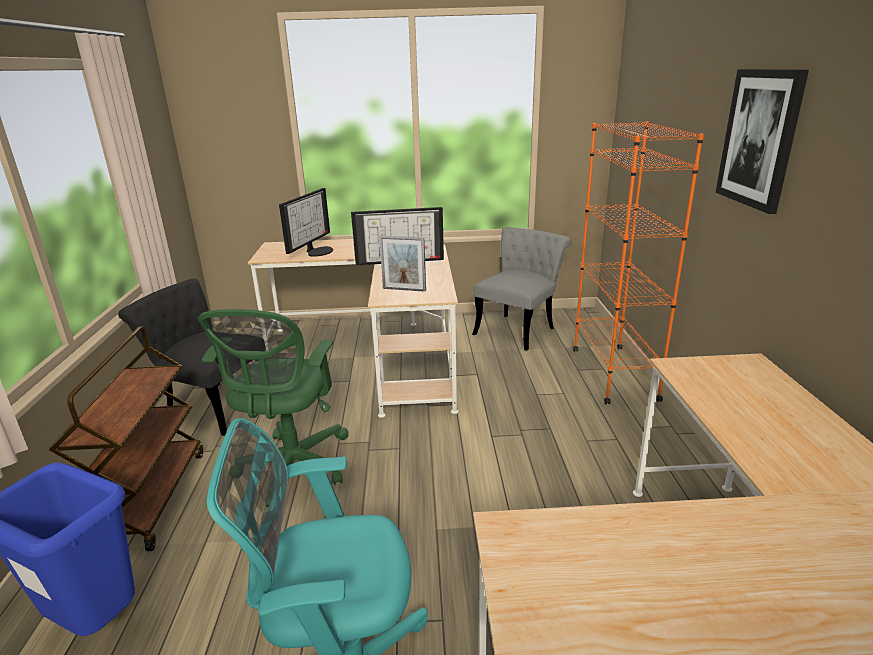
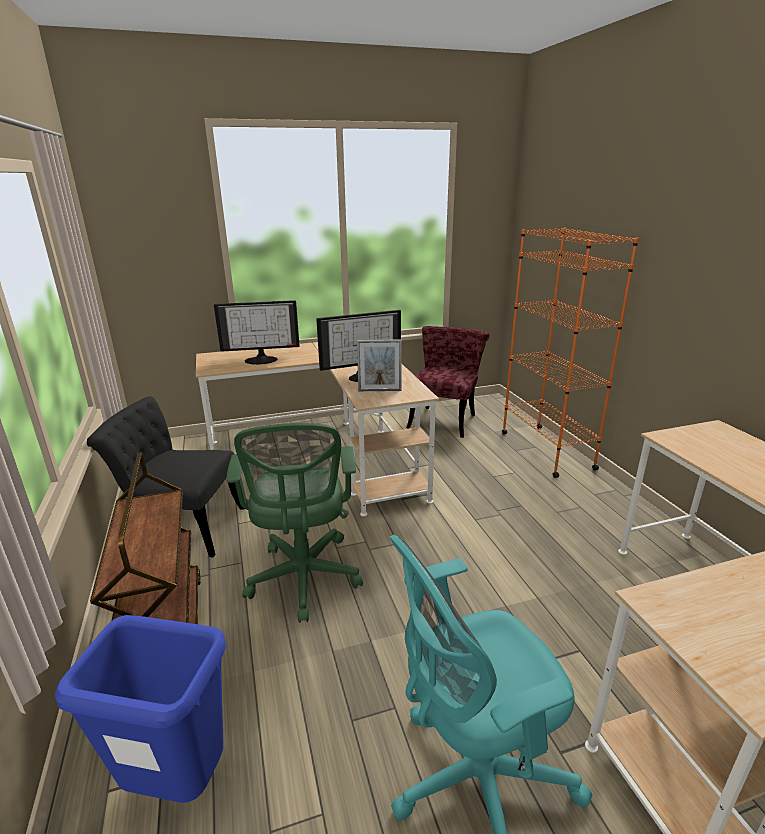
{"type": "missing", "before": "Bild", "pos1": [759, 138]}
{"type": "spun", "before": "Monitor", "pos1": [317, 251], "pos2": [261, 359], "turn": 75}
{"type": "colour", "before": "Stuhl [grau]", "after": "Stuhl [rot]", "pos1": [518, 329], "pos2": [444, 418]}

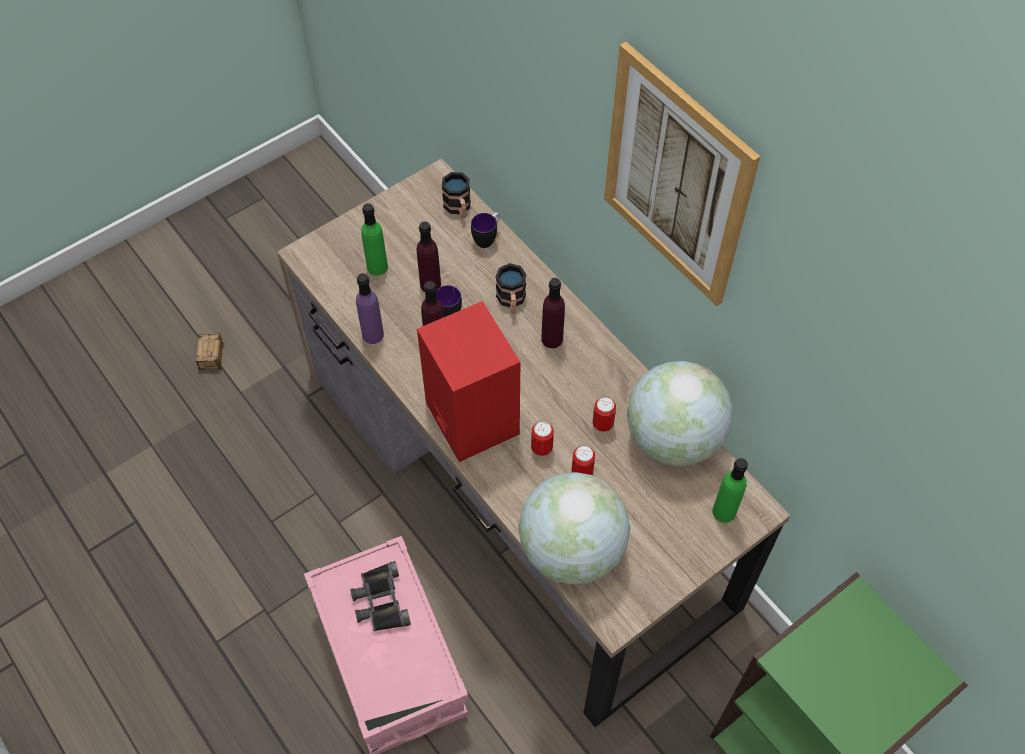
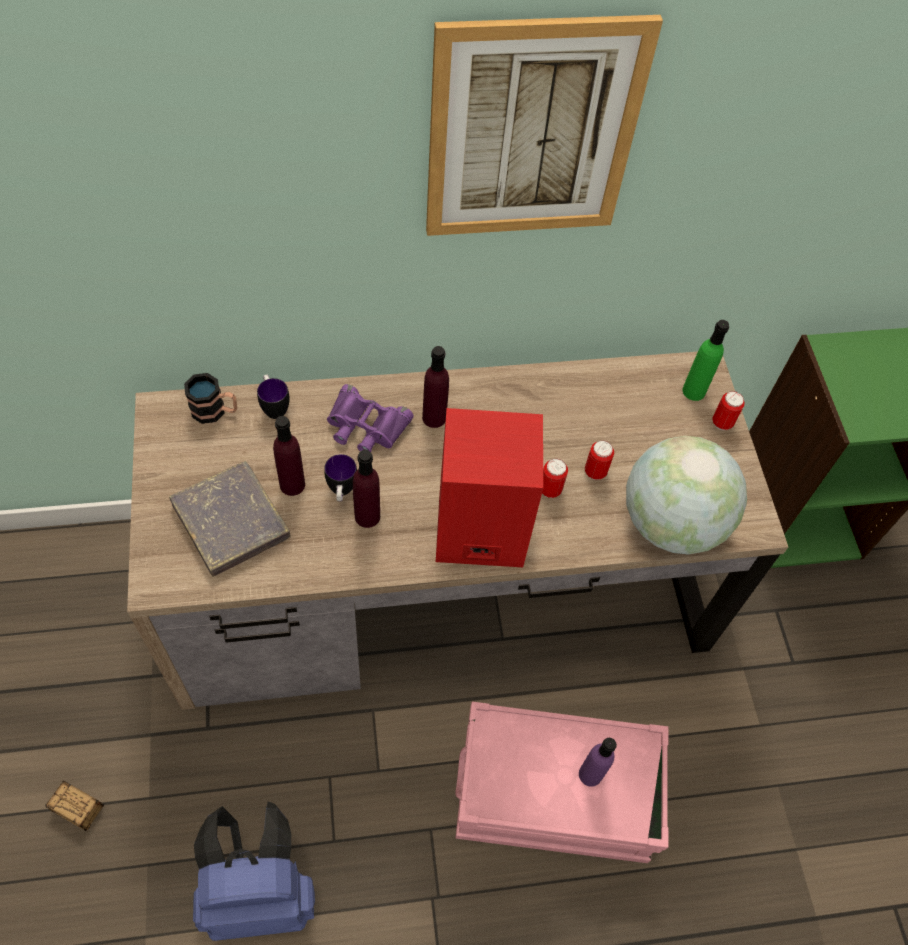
{"type": "exchanged", "before": "Flasche [grün]", "after": "Buch [grau]", "pos1": [377, 267], "pos2": [231, 521]}
{"type": "exchanged", "before": "Henkelbecher", "after": "Fernglas [lila]", "pos1": [511, 301], "pos2": [365, 426]}
{"type": "relocated", "before": "Flasche [lila]", "pos1": [373, 335], "pos2": [590, 774]}
{"type": "missing", "before": "Globus", "pos1": [673, 438]}
{"type": "relocated", "before": "Dose", "pos1": [602, 424], "pos2": [722, 423]}
{"type": "missing", "before": "Fernglas [schwarz]", "pos1": [380, 601]}
{"type": "appeared", "after": "Rucksack [blau]", "pos2": [260, 892]}

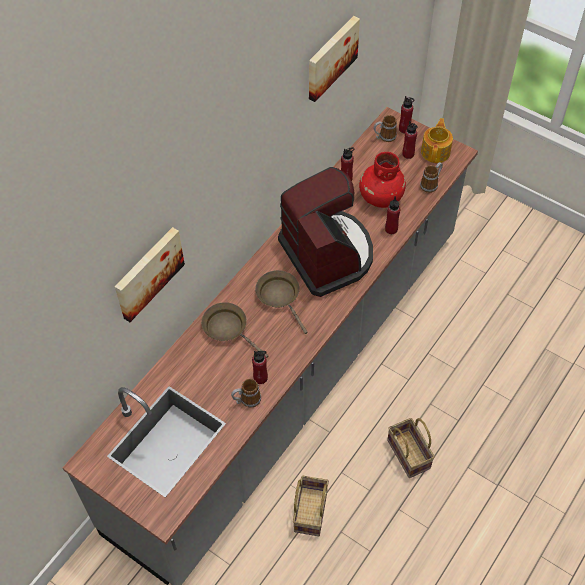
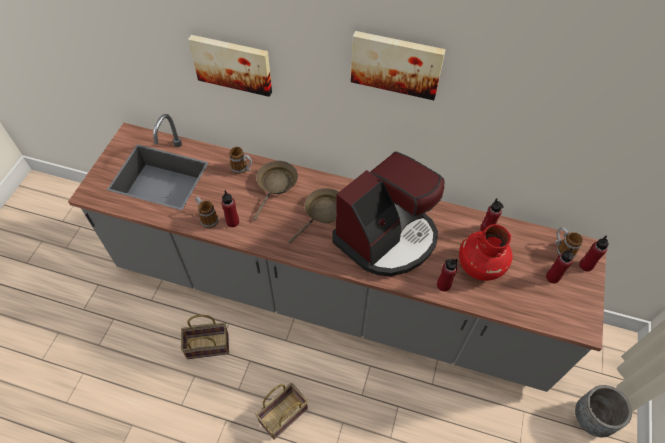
{"type": "relocated", "before": "Bild", "pos1": [331, 57], "pos2": [396, 63]}
{"type": "missing", "before": "Teekanne", "pos1": [436, 151]}
{"type": "relocated", "before": "Henkelbecher", "pos1": [431, 184], "pos2": [242, 168]}
{"type": "appeared", "after": "Pflanzkübel [grau]", "pos2": [591, 418]}

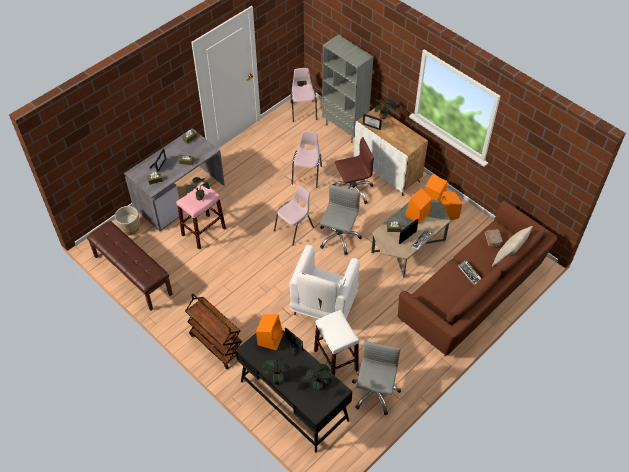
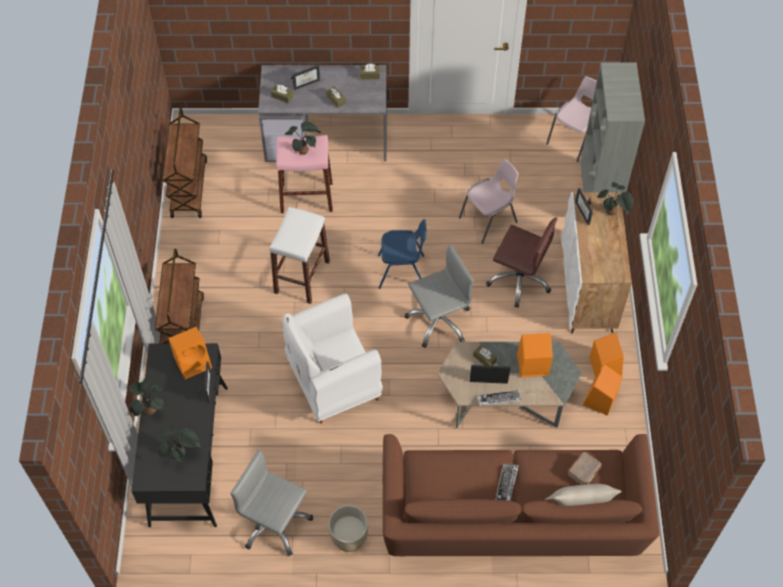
{"type": "colour", "before": "Stuhl [rosa]", "after": "Stuhl [blau]", "pos1": [294, 229], "pos2": [402, 272]}
{"type": "relocated", "before": "Pflanzkübel [beige]", "pos1": [130, 228], "pos2": [349, 537]}
{"type": "exchanged", "before": "Bank [braun]", "after": "Rollwagen [braun]", "pos1": [132, 275], "pos2": [188, 188]}
{"type": "relocated", "before": "Hocker [weiß]", "pos1": [336, 360], "pos2": [302, 277]}
{"type": "spun", "before": "Bürostuhl [grau]", "pos1": [374, 393], "pos2": [274, 523], "turn": -120}

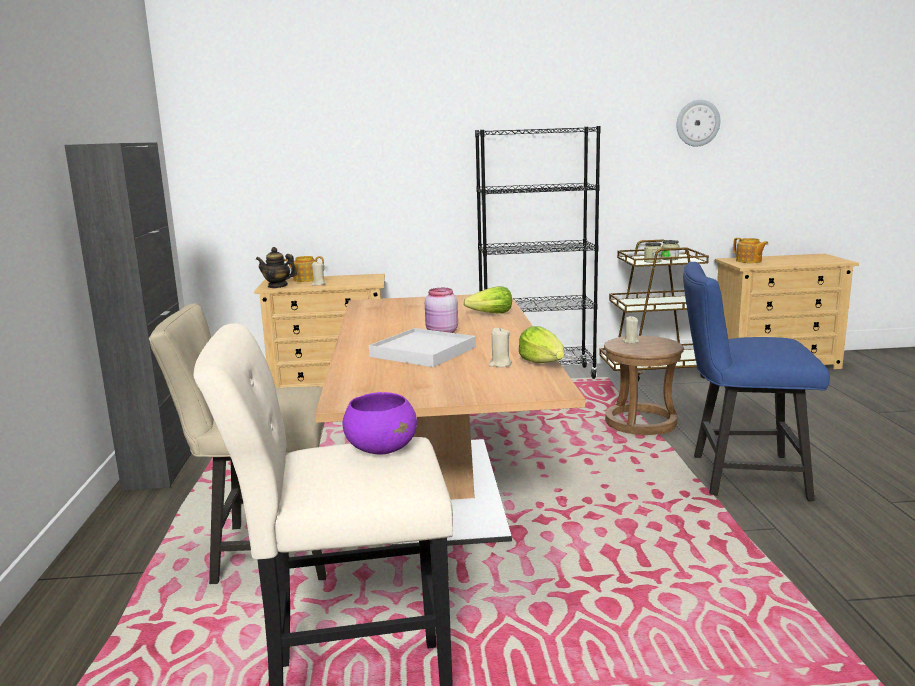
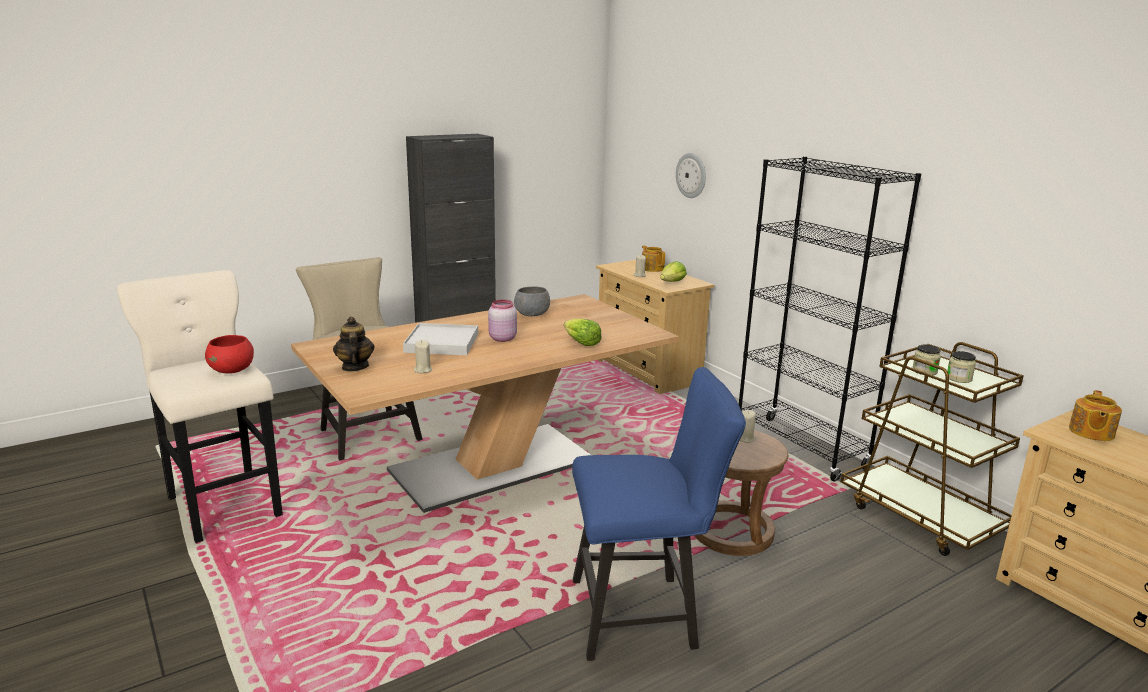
{"type": "relocated", "before": "Wanduhr", "pos1": [697, 123], "pos2": [691, 175]}
{"type": "relocated", "before": "Teekanne", "pos1": [277, 286], "pos2": [354, 367]}
{"type": "spun", "before": "Stuhl [blau]", "pos1": [739, 475], "pos2": [643, 614], "turn": 105}
{"type": "relocated", "before": "Salatkopf", "pos1": [543, 363], "pos2": [672, 282]}
{"type": "colour", "before": "Schüssel [lila]", "after": "Schüssel [rot]", "pos1": [381, 449], "pos2": [232, 370]}
{"type": "appeared", "after": "Schüssel [grau]", "pos2": [531, 314]}

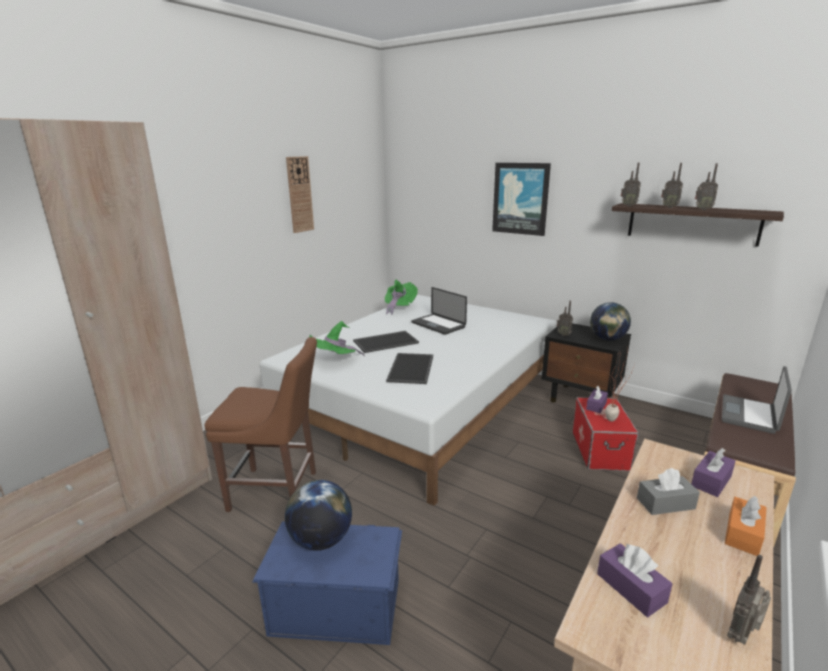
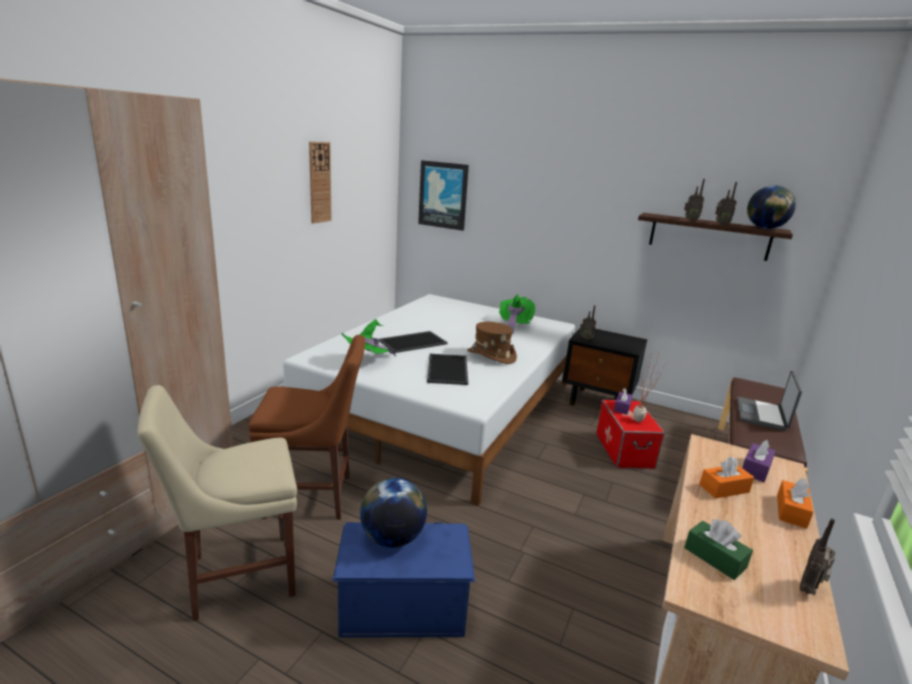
{"type": "relocated", "before": "Bild", "pos1": [520, 198], "pos2": [443, 195]}
{"type": "missing", "before": "Radio", "pos1": [628, 206]}
{"type": "relocated", "before": "Hut [grün]", "pos1": [399, 307], "pos2": [514, 325]}
{"type": "missing", "before": "Laptop", "pos1": [438, 325]}
{"type": "relocated", "before": "Globus", "pos1": [607, 339], "pos2": [765, 228]}
{"type": "colour", "before": "Taschentuchbox [grau]", "after": "Taschentuchbox [orange]", "pos1": [665, 503], "pos2": [724, 488]}
{"type": "colour", "before": "Taschentuchbox [lila]", "after": "Taschentuchbox [grün]", "pos1": [631, 588], "pos2": [715, 558]}
{"type": "appeared", "after": "Hut [braun]", "pos2": [491, 355]}
{"type": "appeared", "after": "Stuhl [beige]", "pos2": [236, 576]}

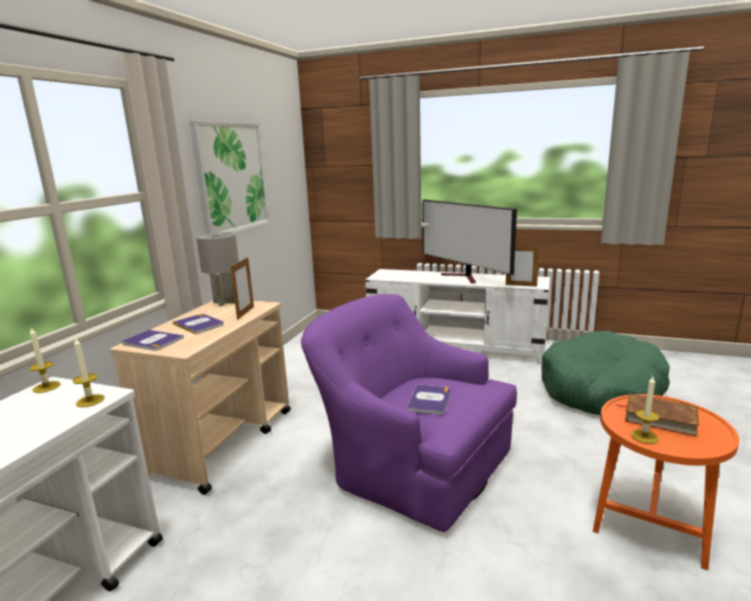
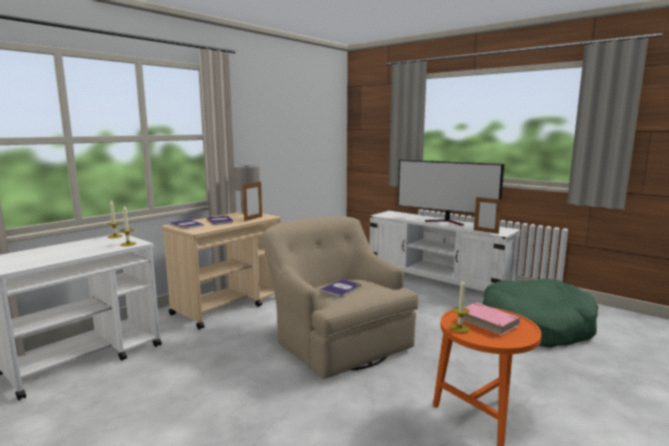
{"type": "missing", "before": "Bild", "pos1": [232, 177]}
{"type": "spun", "before": "Fernseher", "pos1": [464, 277], "pos2": [447, 222], "turn": -45}
{"type": "colour", "before": "Sessel [lila]", "after": "Sessel [beige]", "pos1": [410, 464], "pos2": [337, 341]}
{"type": "colour", "before": "Buch [braun]", "after": "Buch [rosa]", "pos1": [660, 418], "pos2": [487, 321]}

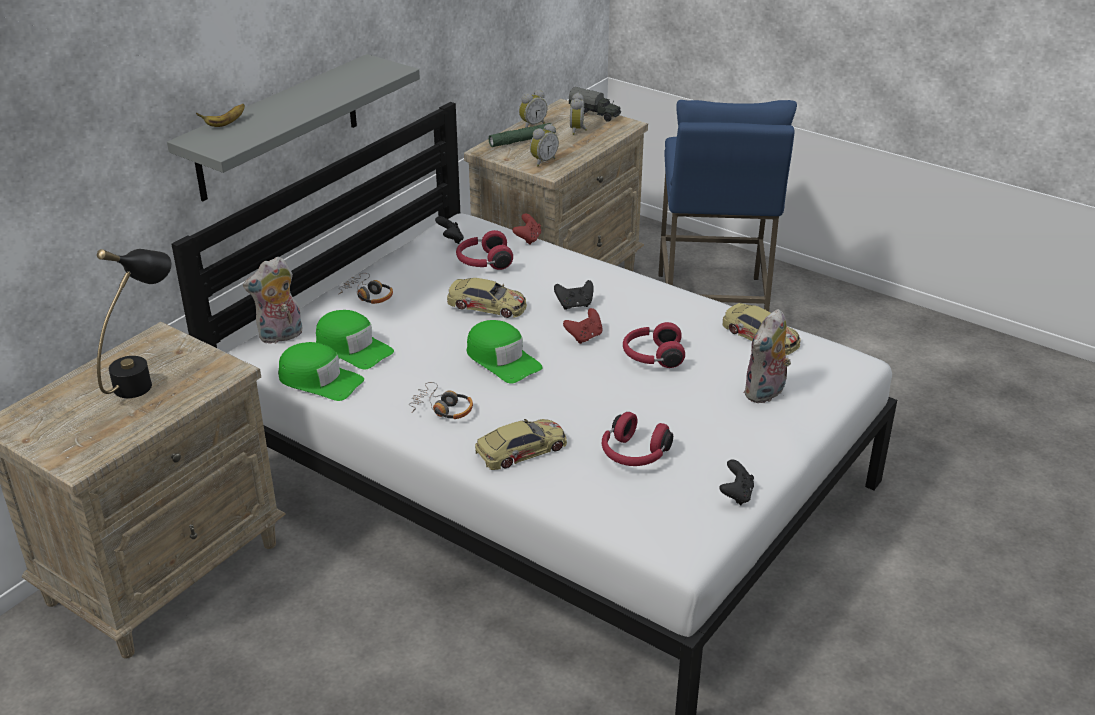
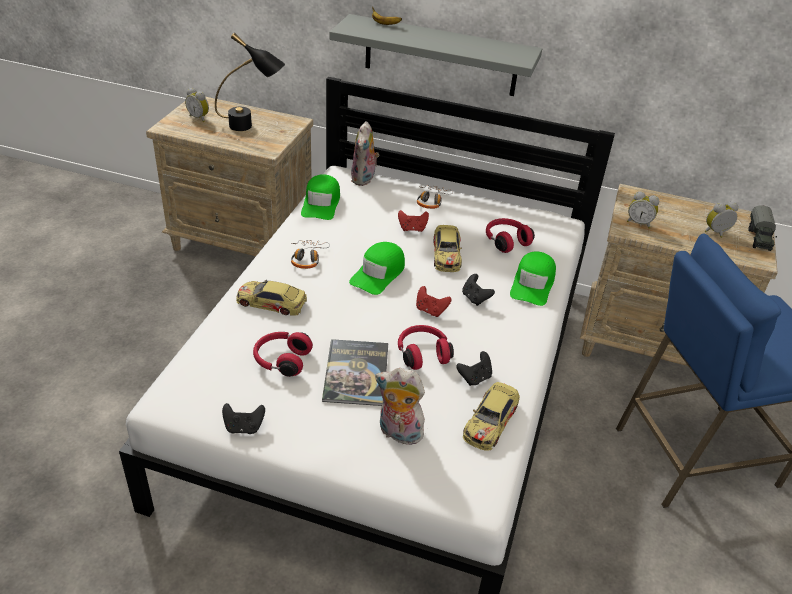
{"type": "relocated", "before": "Wecker", "pos1": [532, 125], "pos2": [199, 118]}
{"type": "missing", "before": "Taschenlampe [grün]", "pos1": [522, 140]}
{"type": "relocated", "before": "Gamepad [rot]", "pos1": [528, 239], "pos2": [412, 229]}
{"type": "relocated", "before": "Gamepad [schwarz]", "pos1": [450, 240], "pos2": [475, 378]}
{"type": "spun", "before": "Plüschtier", "pos1": [280, 336], "pos2": [364, 179], "turn": -120}
{"type": "relocated", "before": "Kappe [grün]", "pos1": [353, 347], "pos2": [533, 284]}
{"type": "spun", "before": "Spielzeugauto", "pos1": [521, 449], "pos2": [271, 302], "turn": 150}
{"type": "appeared", "after": "Buch", "pos2": [356, 373]}

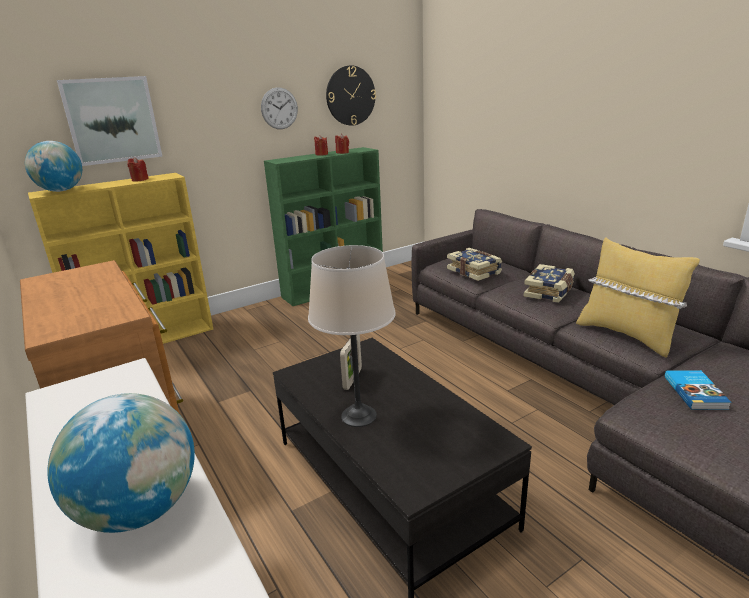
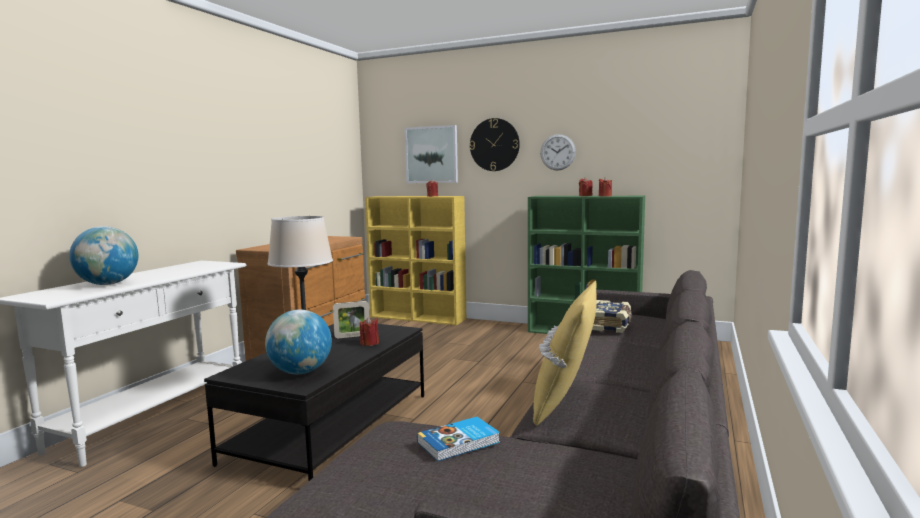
{"type": "relocated", "before": "Wanduhr", "pos1": [350, 96], "pos2": [494, 144]}
{"type": "relocated", "before": "Globus", "pos1": [61, 191], "pos2": [300, 372]}
{"type": "missing", "before": "Buch", "pos1": [549, 292]}
{"type": "appeared", "after": "Kerze [rot]", "pos2": [369, 343]}

